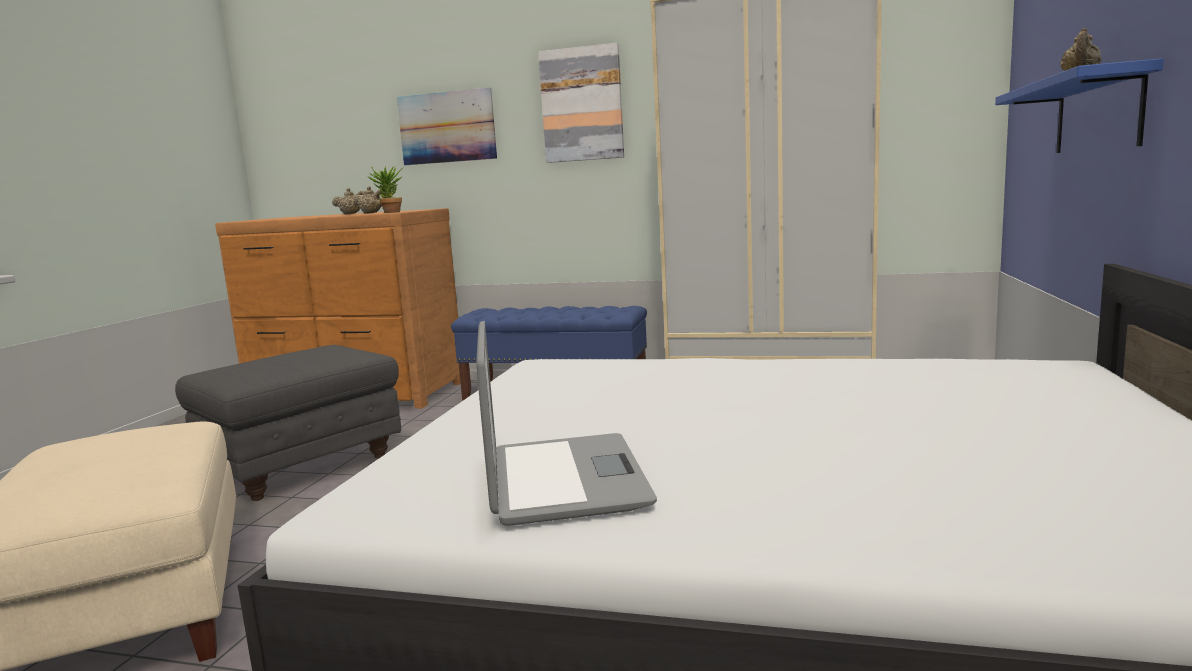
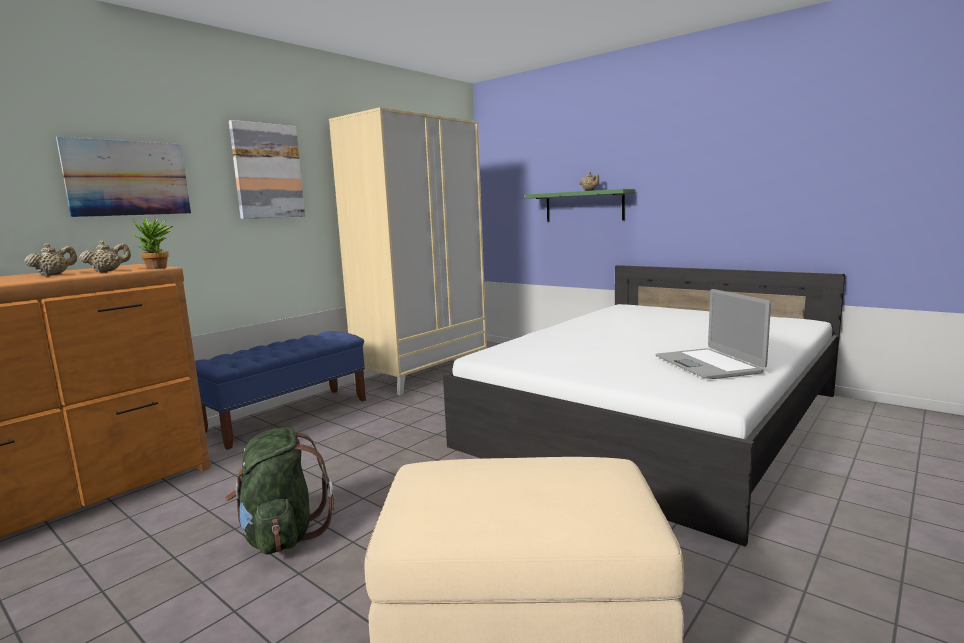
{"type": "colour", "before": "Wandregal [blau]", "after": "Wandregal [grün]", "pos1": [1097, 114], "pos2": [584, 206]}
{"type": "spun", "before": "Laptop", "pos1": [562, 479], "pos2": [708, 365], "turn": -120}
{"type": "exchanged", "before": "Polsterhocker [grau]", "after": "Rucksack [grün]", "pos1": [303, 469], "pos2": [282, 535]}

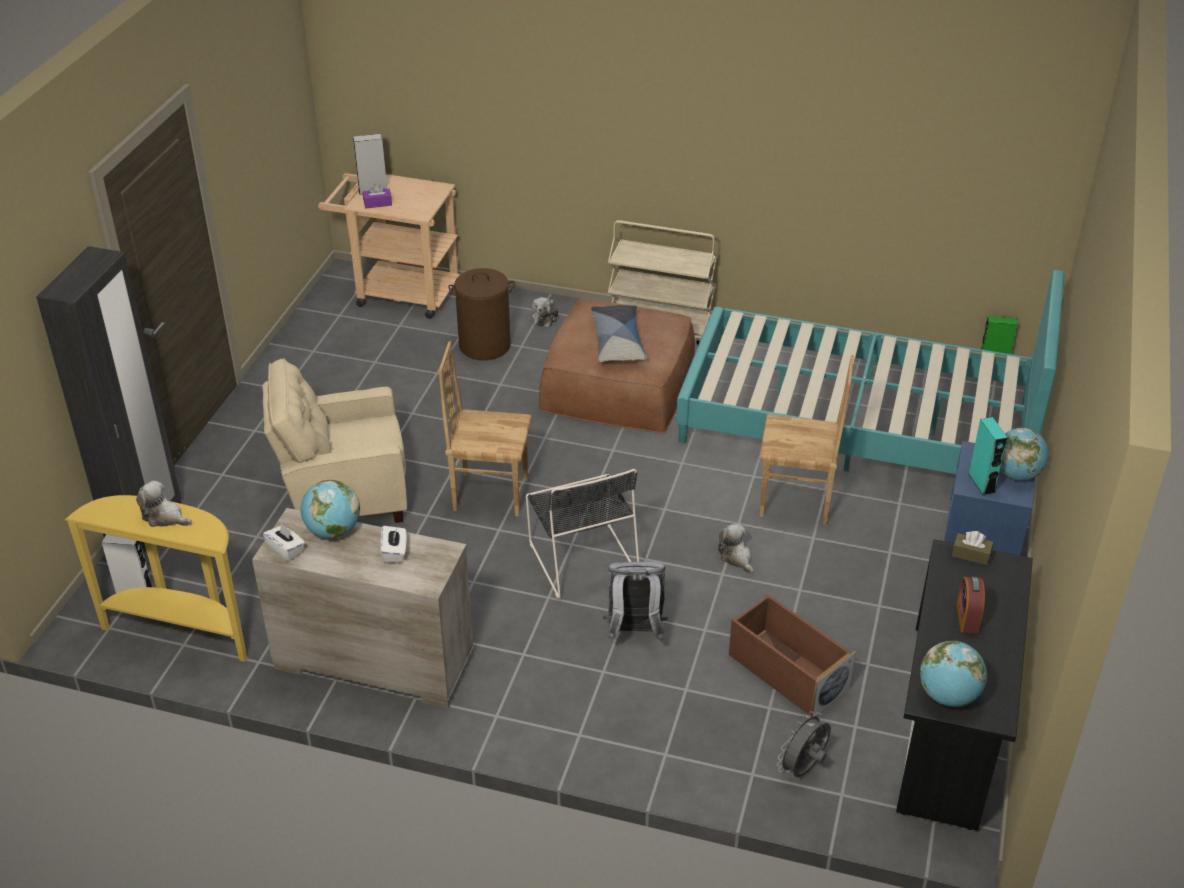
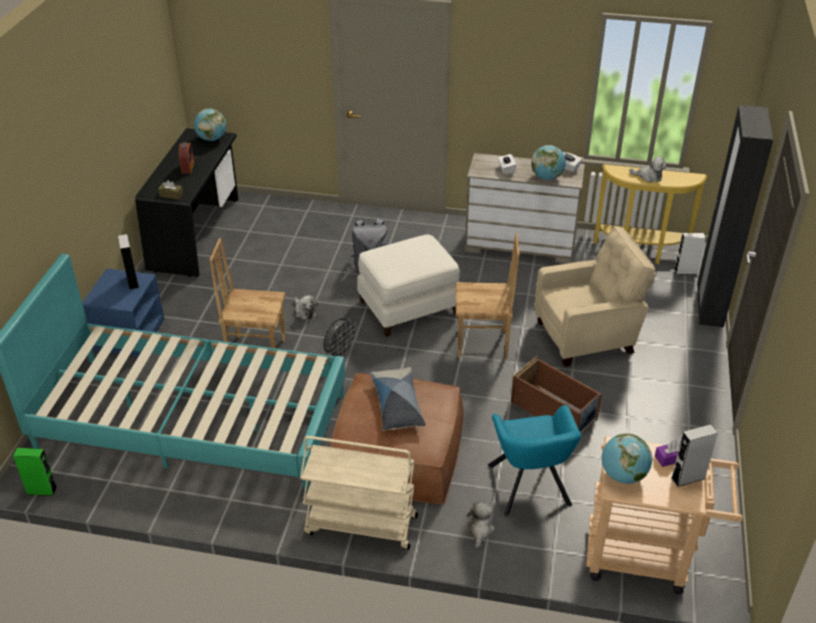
{"type": "exchanged", "before": "Wäschekorb [braun]", "after": "Sessel [türkis]", "pos1": [485, 345], "pos2": [530, 487]}
{"type": "colour", "before": "Lautsprecher [türkis]", "after": "Lautsprecher [grau]", "pos1": [981, 483], "pos2": [132, 281]}
{"type": "relocated", "before": "Globus", "pos1": [1016, 474], "pos2": [623, 475]}
{"type": "exchanged", "before": "Stuhl [schwarz]", "after": "Polsterhocker [weiß]", "pos1": [582, 557], "pos2": [408, 306]}
{"type": "relocated", "before": "Aufbewahrungsbox [braun]", "pos1": [786, 672], "pos2": [554, 411]}
{"type": "relocated", "before": "Ventilator [grau]", "pos1": [803, 769], "pos2": [340, 353]}

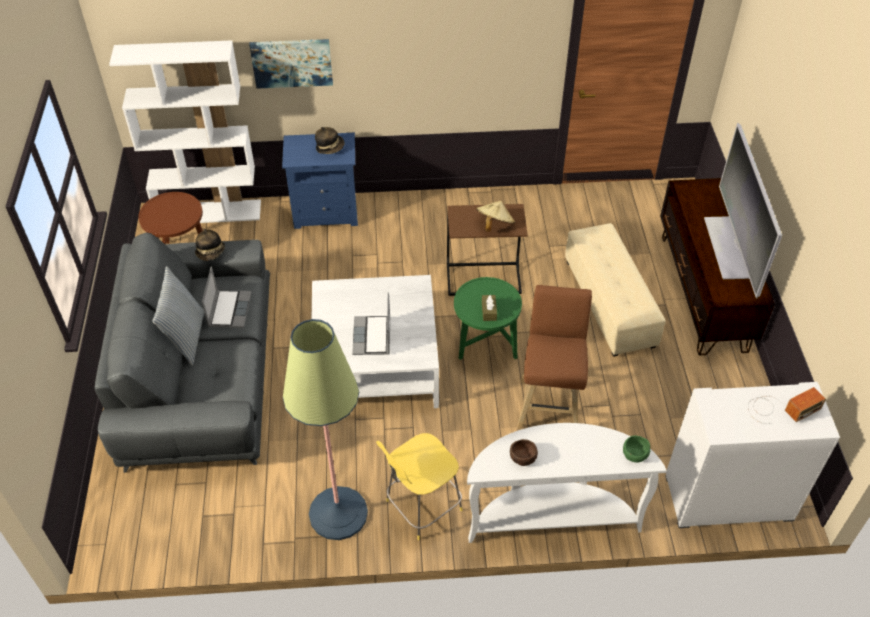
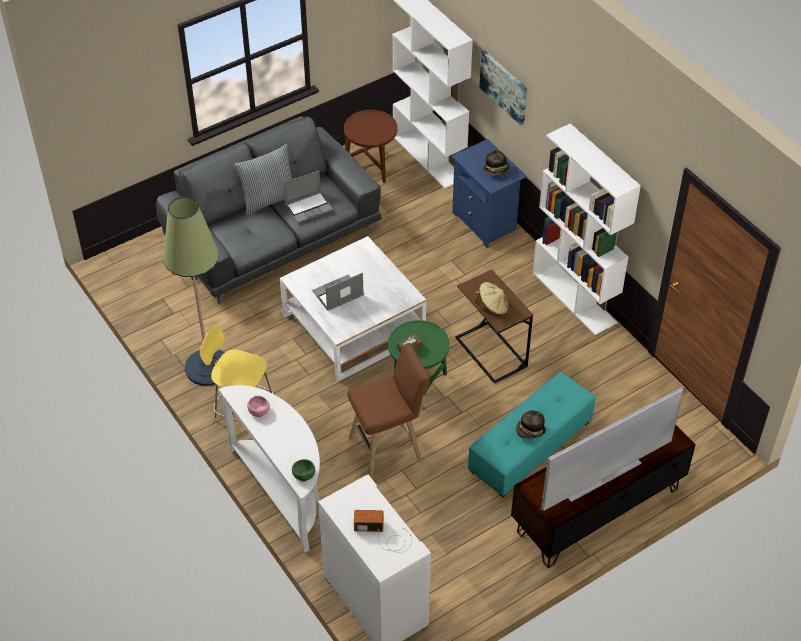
{"type": "colour", "before": "Polsterhocker [beige]", "after": "Polsterhocker [türkis]", "pos1": [610, 302], "pos2": [530, 447]}
{"type": "relocated", "before": "Hut", "pos1": [211, 253], "pos2": [530, 431]}
{"type": "spun", "before": "Radio", "pos1": [780, 408], "pos2": [384, 535], "turn": 150}
{"type": "colour", "before": "Schüssel [braun]", "after": "Schüssel [rosa]", "pos1": [522, 457], "pos2": [259, 410]}
{"type": "appeared", "after": "Bücherregal [weiß]", "pos2": [575, 297]}

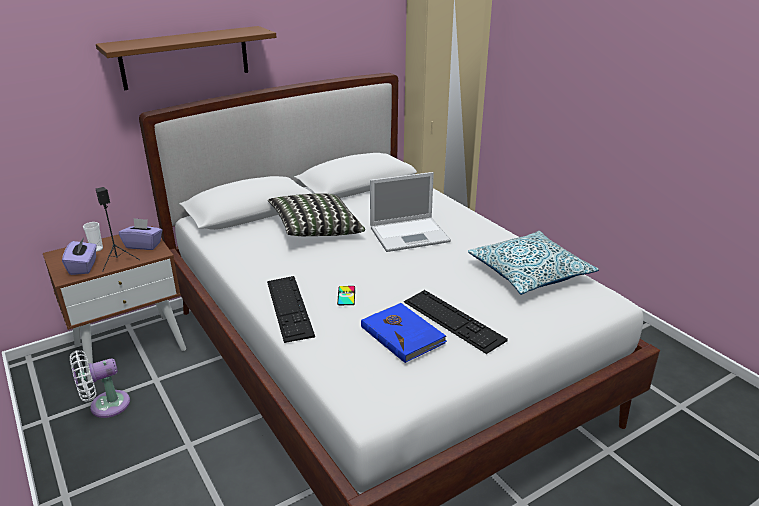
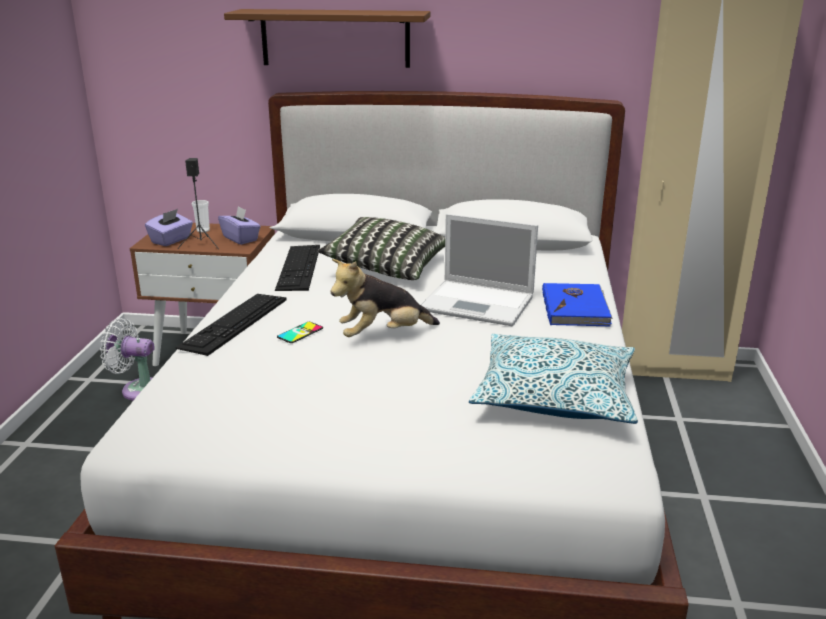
{"type": "relocated", "before": "Tastatur", "pos1": [453, 320], "pos2": [299, 267]}
{"type": "relocated", "before": "Buch [blau]", "pos1": [403, 334], "pos2": [576, 308]}
{"type": "appeared", "after": "Plüschtier", "pos2": [383, 335]}

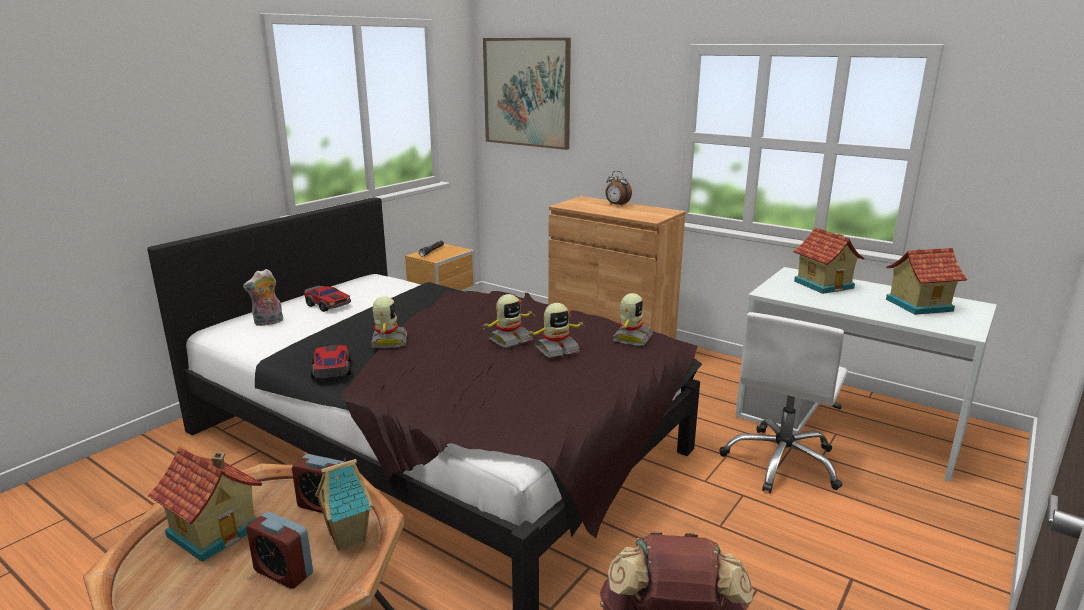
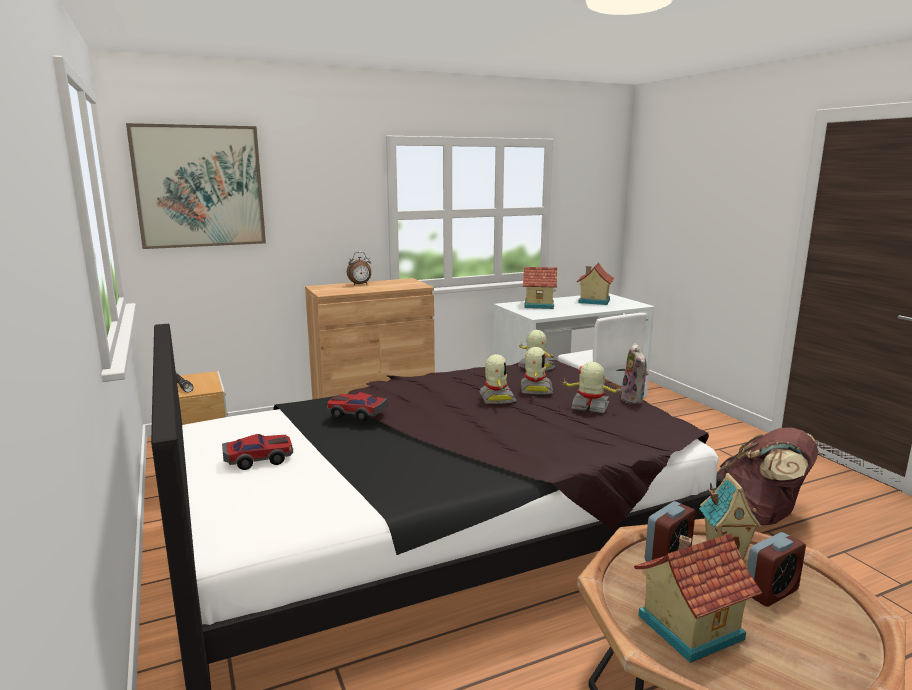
{"type": "relocated", "before": "Plüschtier", "pos1": [268, 322], "pos2": [634, 399]}
{"type": "relocated", "before": "Spielzeugroboter", "pos1": [388, 341], "pos2": [590, 406]}
{"type": "relocated", "before": "Spielzeugauto", "pos1": [331, 370], "pos2": [357, 414]}

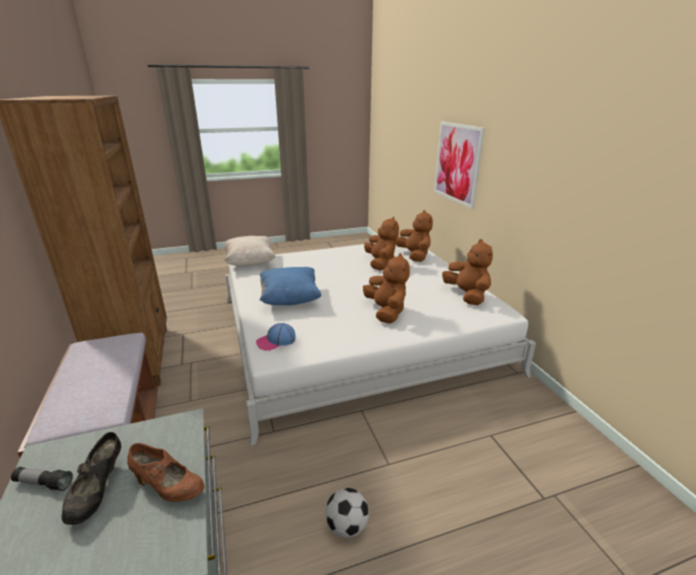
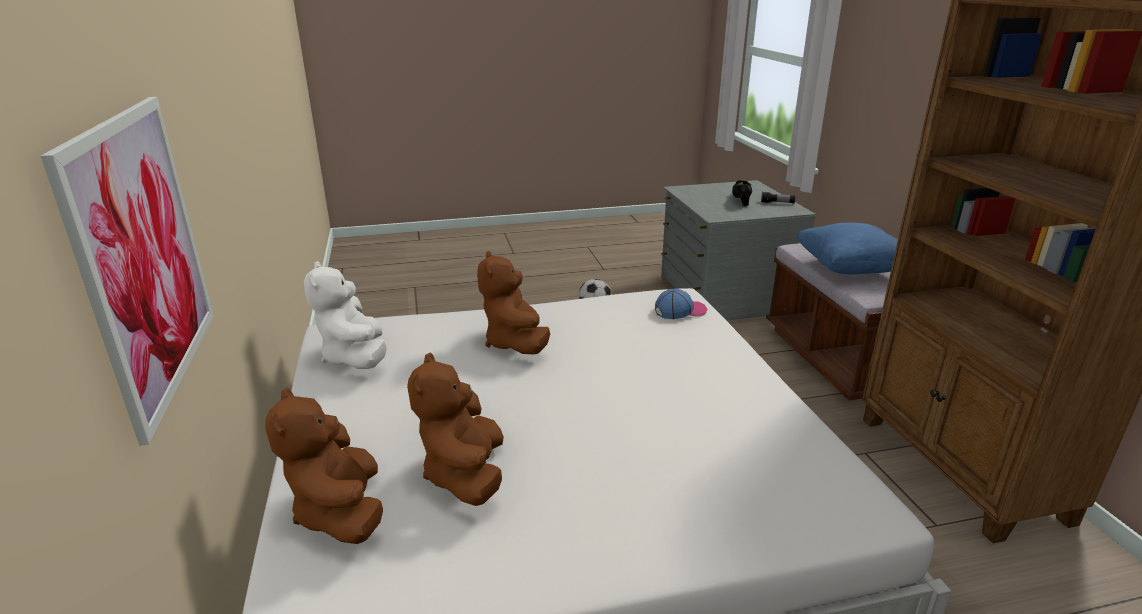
{"type": "missing", "before": "Kissen [beige]", "pos1": [250, 262]}
{"type": "colour", "before": "Plüschtier [braun]", "after": "Plüschtier [weiß]", "pos1": [467, 295], "pos2": [355, 357]}
{"type": "relocated", "before": "Kissen [blau]", "pos1": [290, 299], "pos2": [849, 270]}
{"type": "missing", "before": "Schuh [braun]", "pos1": [168, 487]}

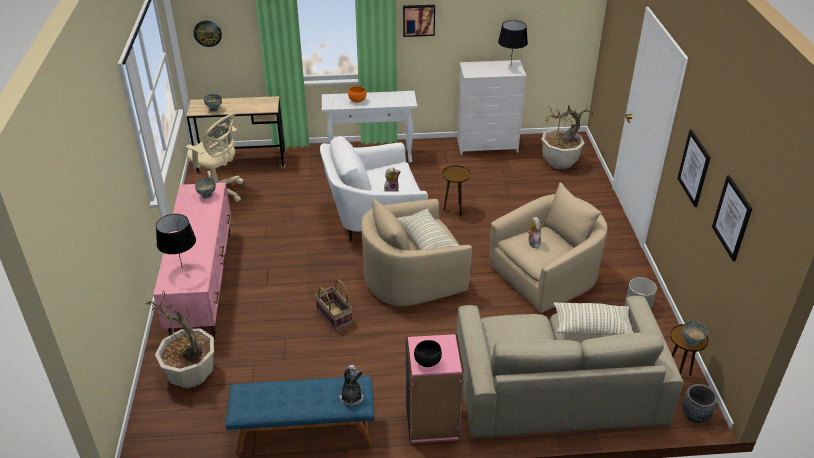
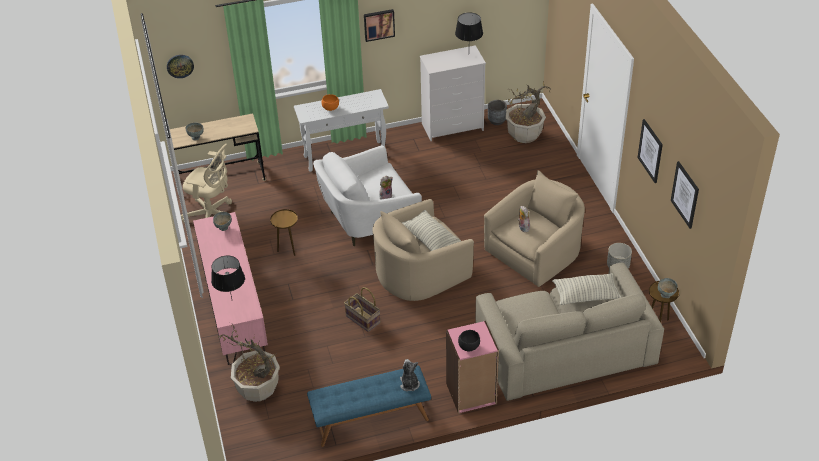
{"type": "relocated", "before": "Beistelltisch [braun]", "pos1": [454, 209], "pos2": [288, 249]}
{"type": "relocated", "before": "Pflanzkübel [grau]", "pos1": [695, 415], "pos2": [496, 121]}

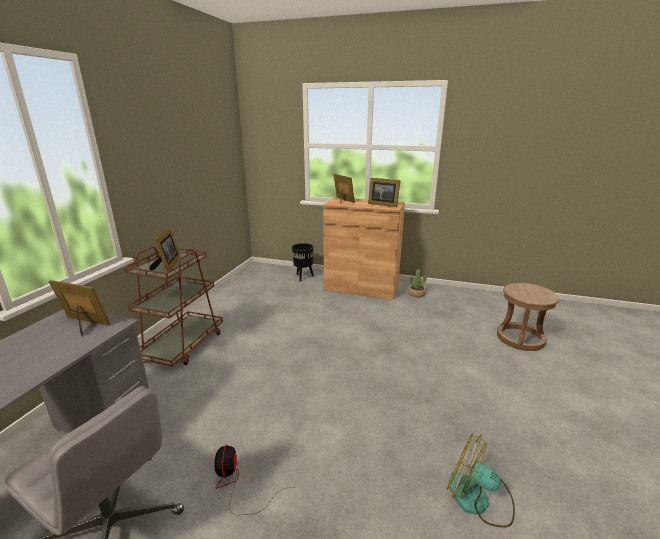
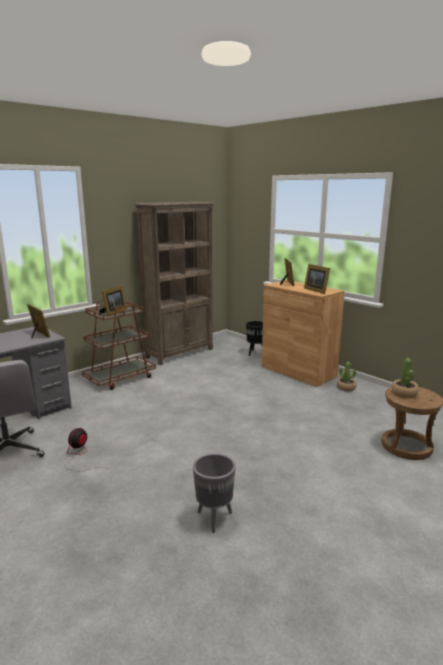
{"type": "exchanged", "before": "Ventilator", "after": "Pflanzkübel [grau]", "pos1": [478, 499], "pos2": [213, 519]}
{"type": "appeared", "after": "Bücherregal [braun]", "pos2": [180, 353]}
{"type": "appeared", "after": "Topfpflanze", "pos2": [404, 393]}

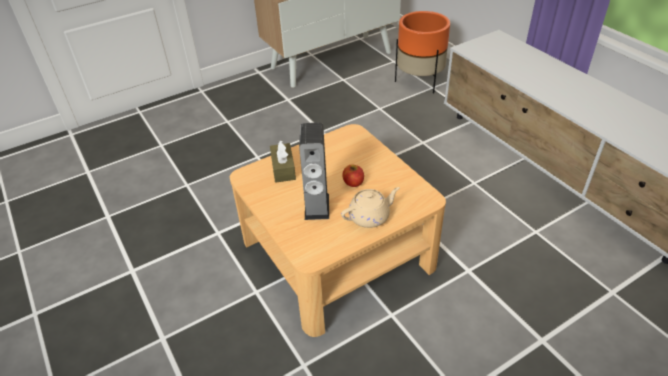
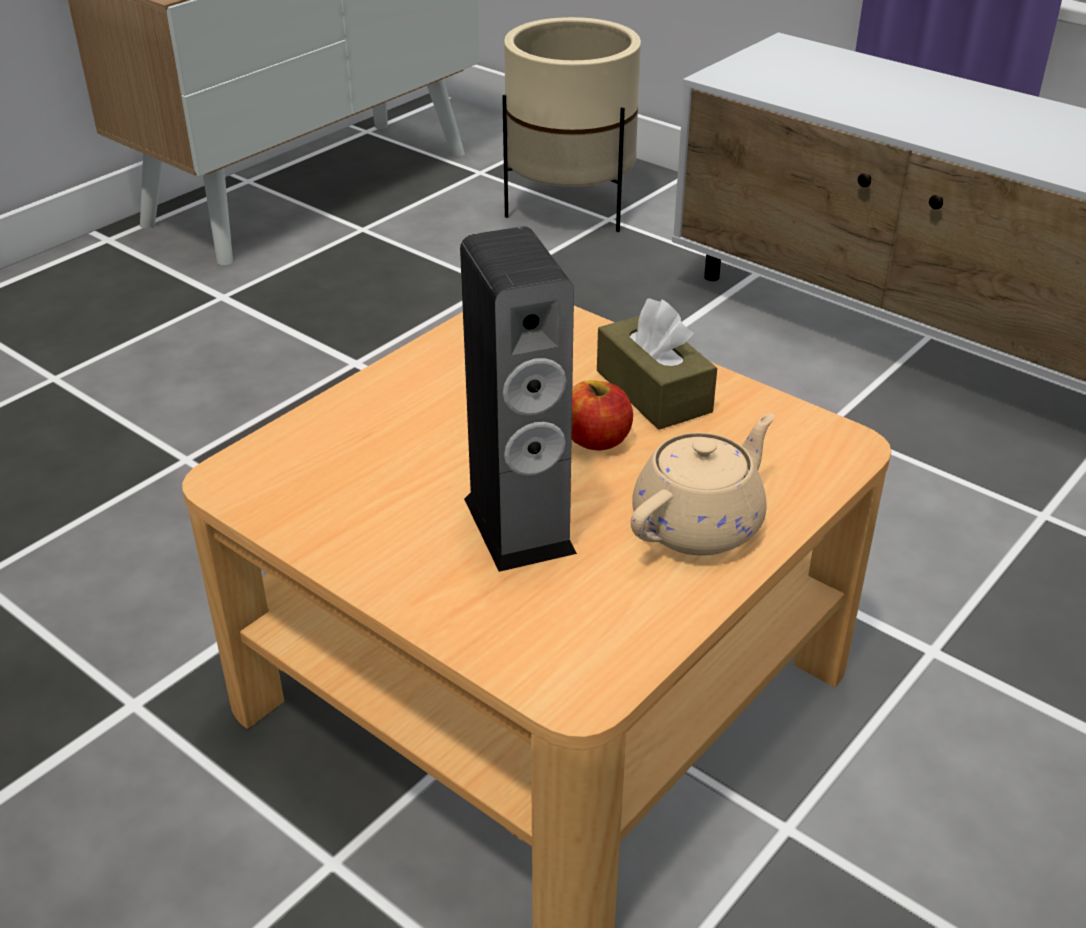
{"type": "colour", "before": "Pflanzkübel [orange]", "after": "Pflanzkübel [beige]", "pos1": [419, 81], "pos2": [570, 210]}
{"type": "relocated", "before": "Taschentuchbox [braun]", "pos1": [283, 169], "pos2": [653, 391]}

